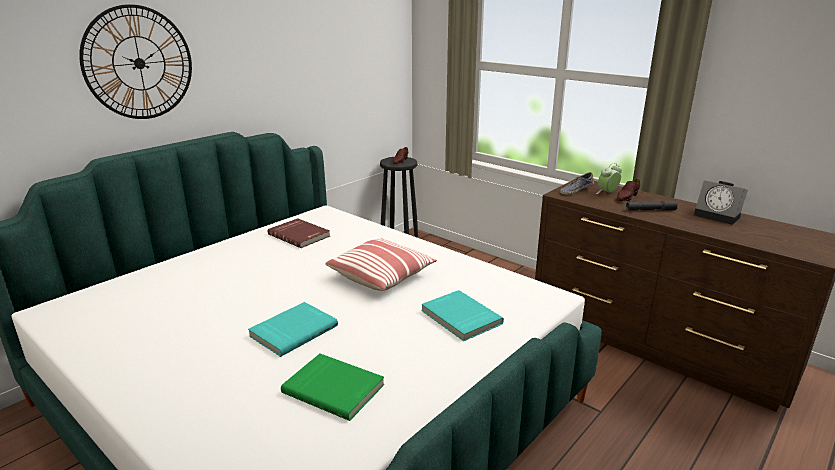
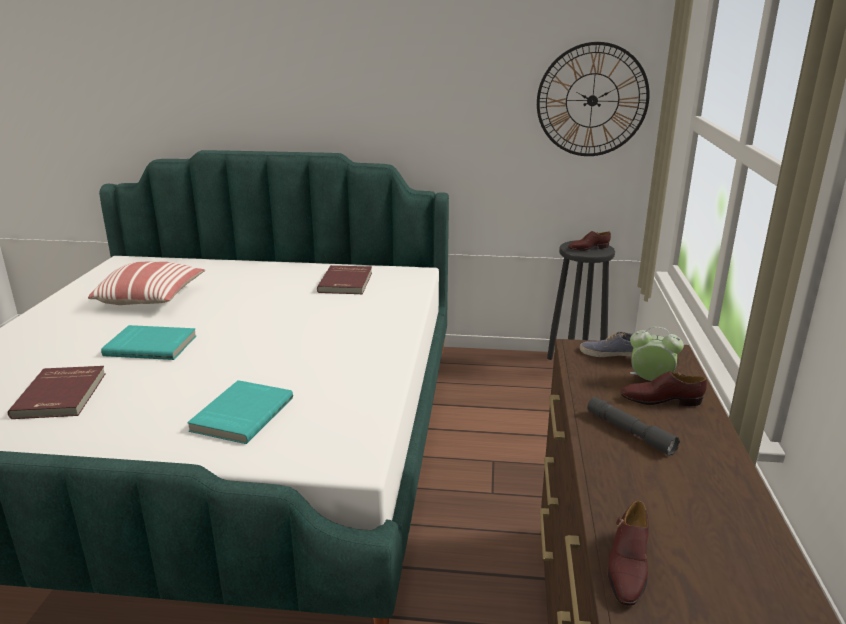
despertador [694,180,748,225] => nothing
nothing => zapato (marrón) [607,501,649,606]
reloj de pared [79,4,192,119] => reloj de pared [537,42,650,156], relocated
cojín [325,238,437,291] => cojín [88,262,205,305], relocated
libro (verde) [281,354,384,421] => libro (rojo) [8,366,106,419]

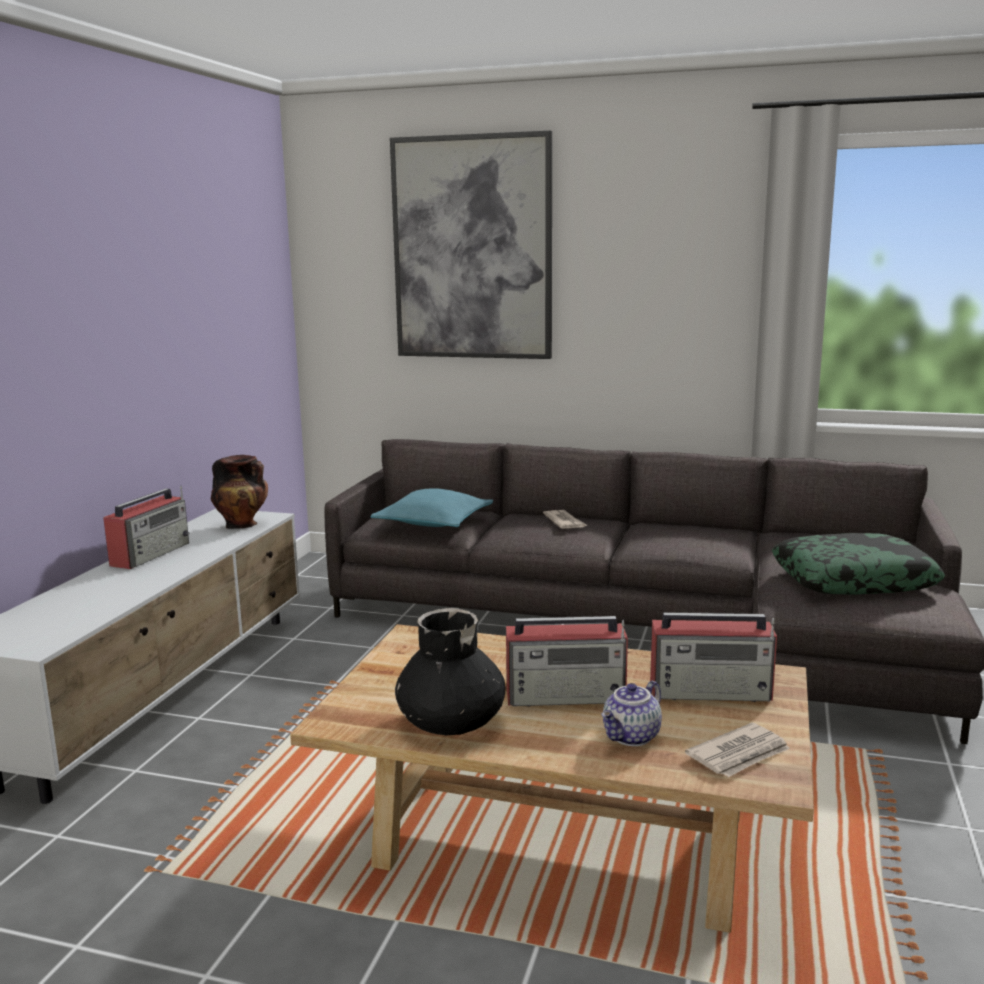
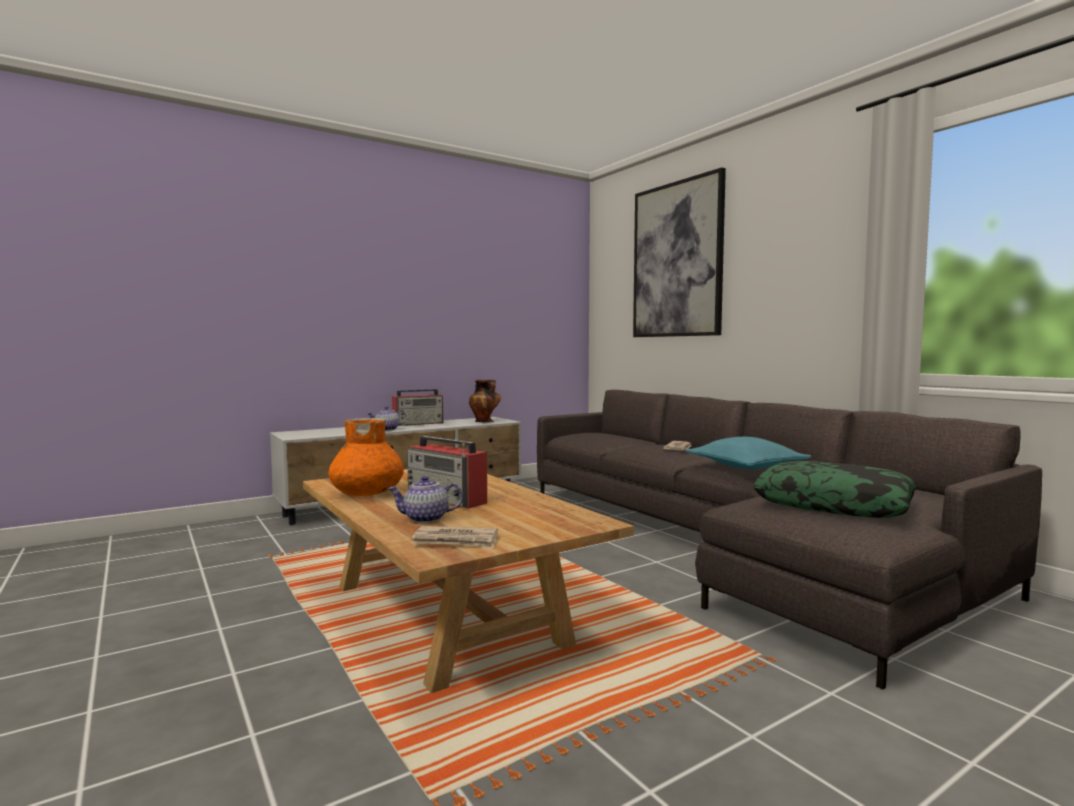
radio [650,612,777,702] => nothing
nothing => tetera [367,406,406,431]
cojín (turquesa) [370,488,493,527] => cojín (turquesa) [686,437,811,469], relocated
florero (negro) [395,608,505,735] => florero (naranja) [328,418,404,496]

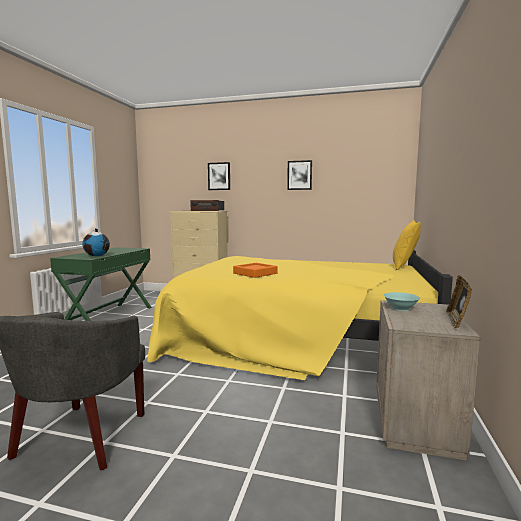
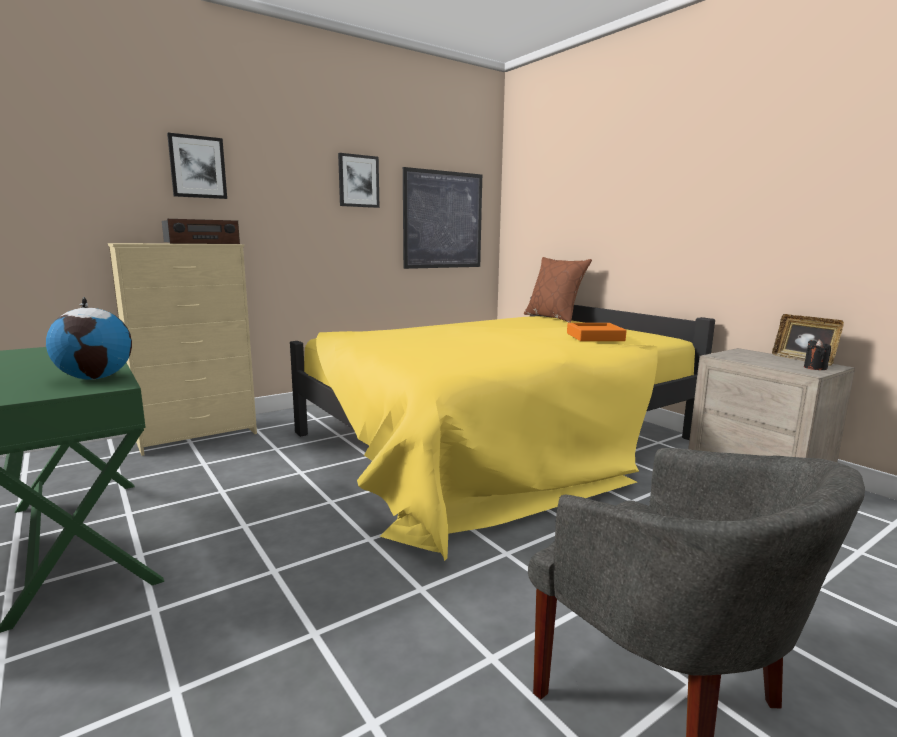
cuenco (turquesa) [384,292,420,311] => nothing
nothing => cuadro [403,167,482,269]
nothing => vela (negro) [804,340,831,370]
bandeja (naranja) [233,263,278,278] => bandeja (naranja) [567,323,626,341], relocated
cojín (amarillo) [393,220,421,270] => cojín (marrón) [524,257,592,323]

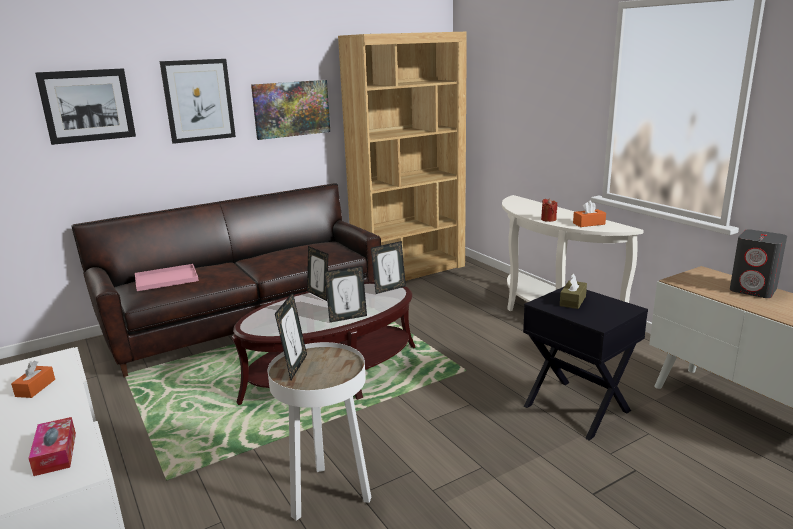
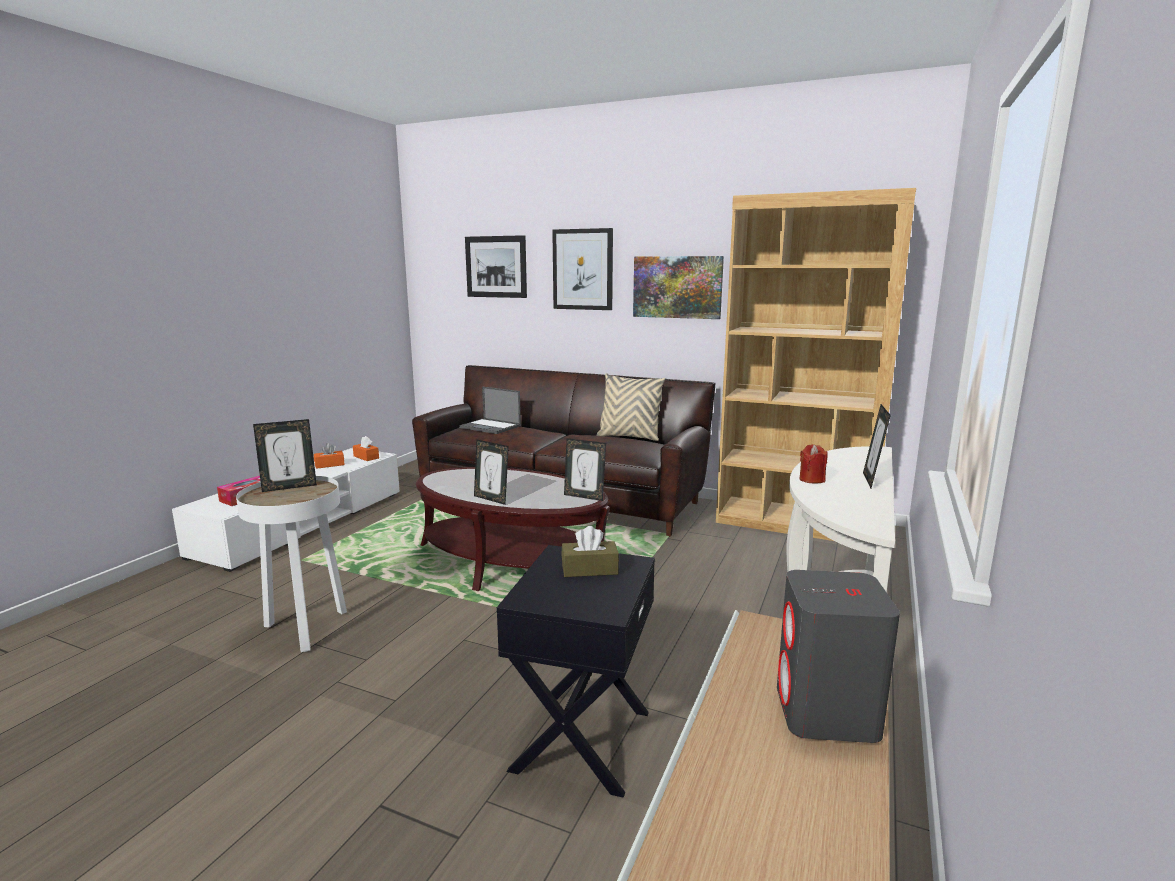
nothing => cojín (beis) [597,373,665,441]
portarretratos [307,246,328,301] => portarretratos [863,404,891,488], relocated
caja de pañuelos (naranja) [573,201,606,227] => caja de pañuelos (naranja) [353,436,379,461], relocated
bandeja (rosa) [135,264,199,291] => portátil [459,387,521,434]

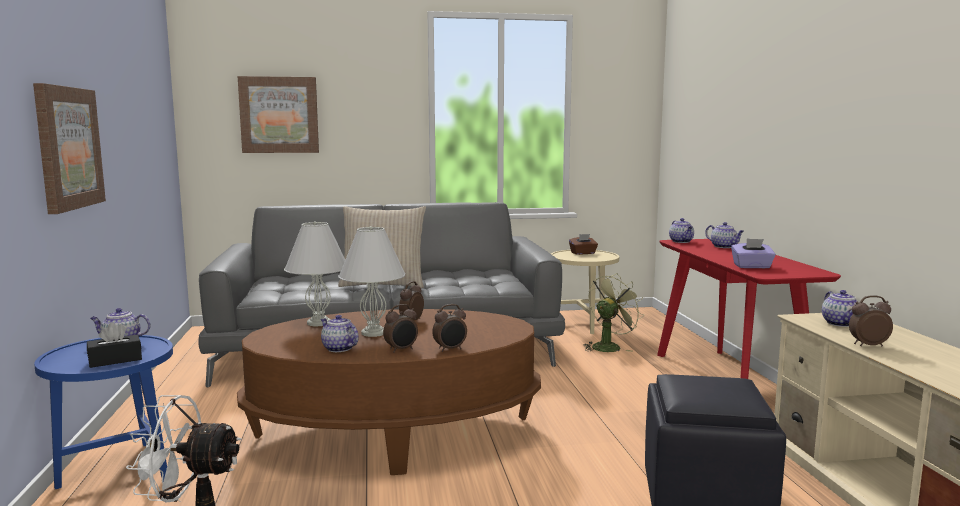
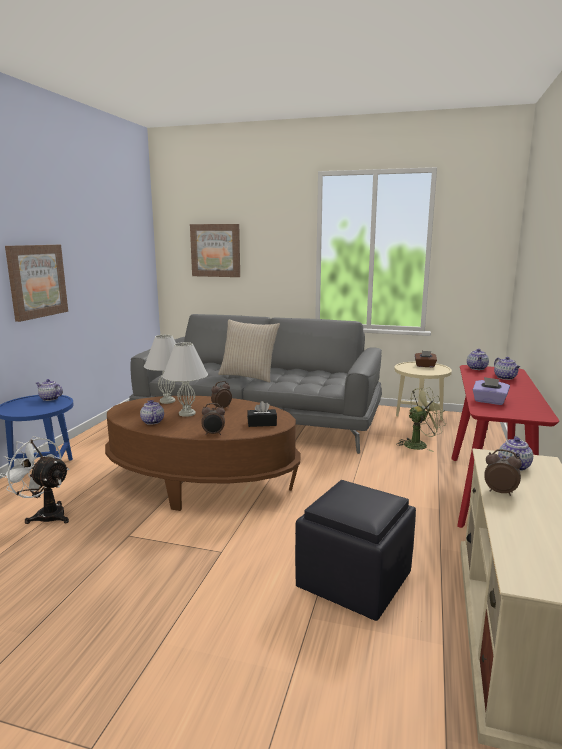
despertador [383,304,418,353] => nothing
caja de pañuelos (negro) [87,322,142,368] => caja de pañuelos (negro) [247,401,277,427], relocated

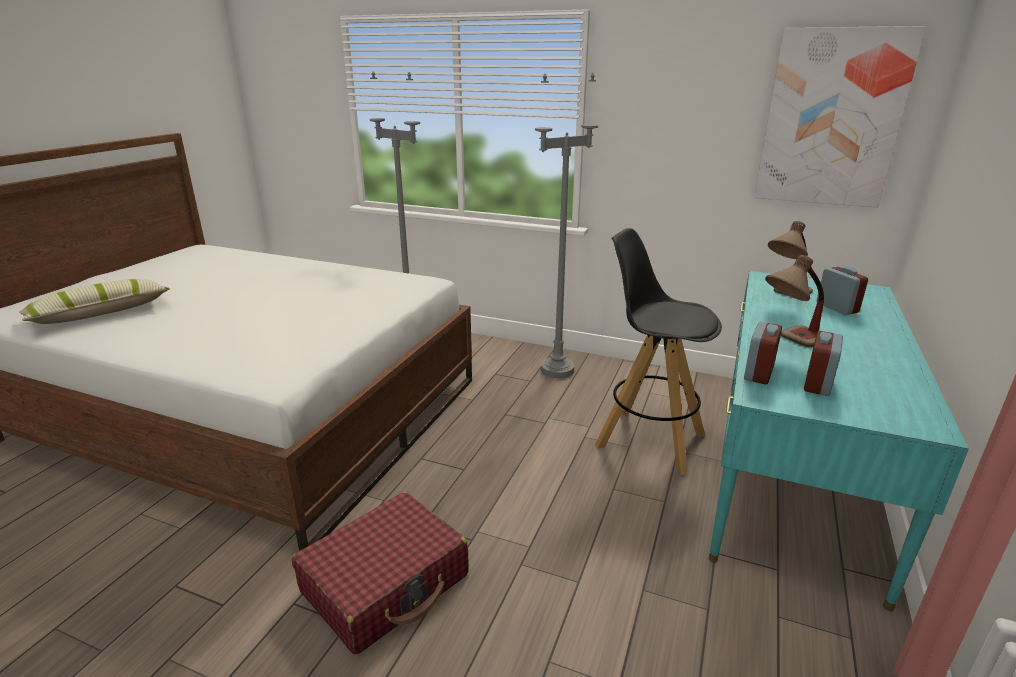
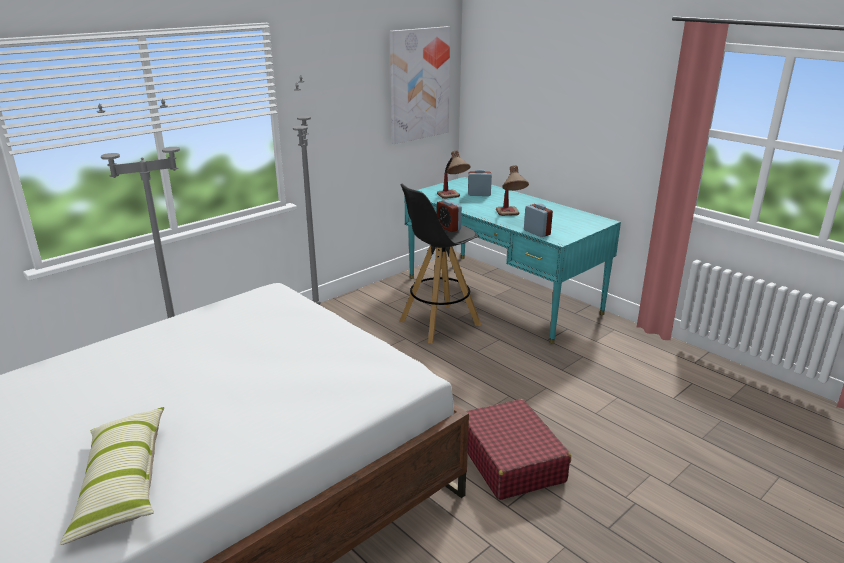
despertador [804,331,843,396] => despertador [437,200,462,232], relocated

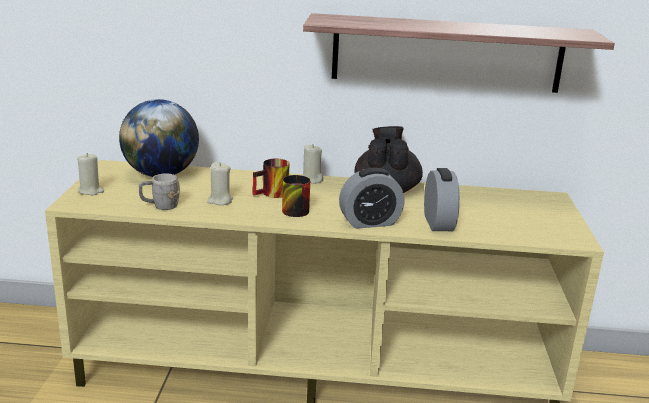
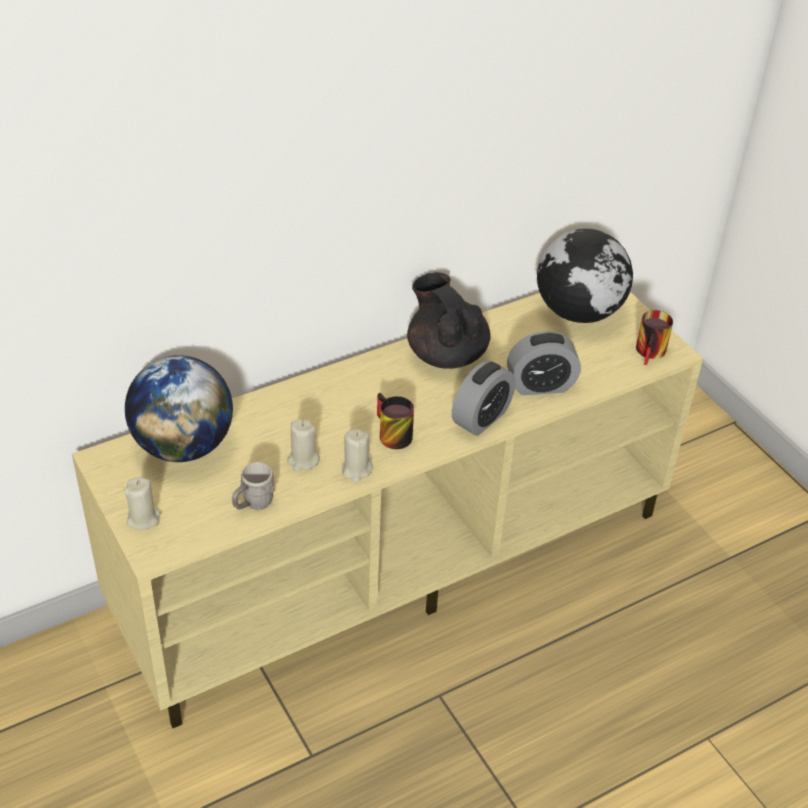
estante [303,13,615,93] => nothing
nothing => globo terráqueo [537,229,633,323]
taza grande [253,159,289,198] => taza grande [636,310,673,365], relocated
vela (beis) [302,144,323,184] => vela (beis) [342,429,373,482], relocated
despertador [424,168,460,231] => despertador [507,331,581,395], 120 degrees clockwise

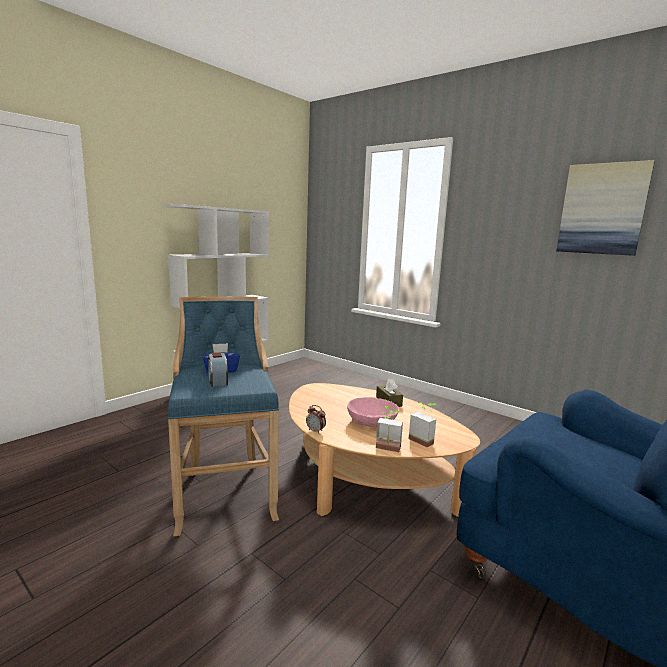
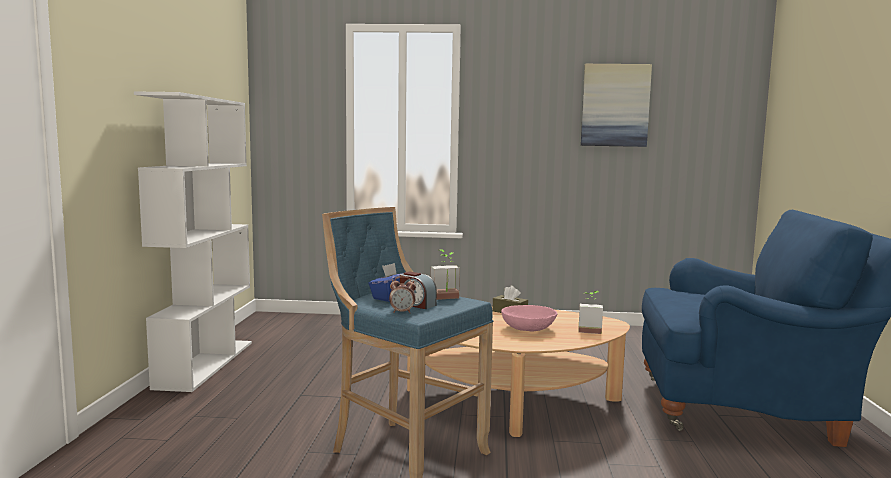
despertador [306,405,326,433] => despertador [389,276,416,313], relocated
planta en maceta [376,406,403,452] => planta en maceta [431,249,460,300], relocated

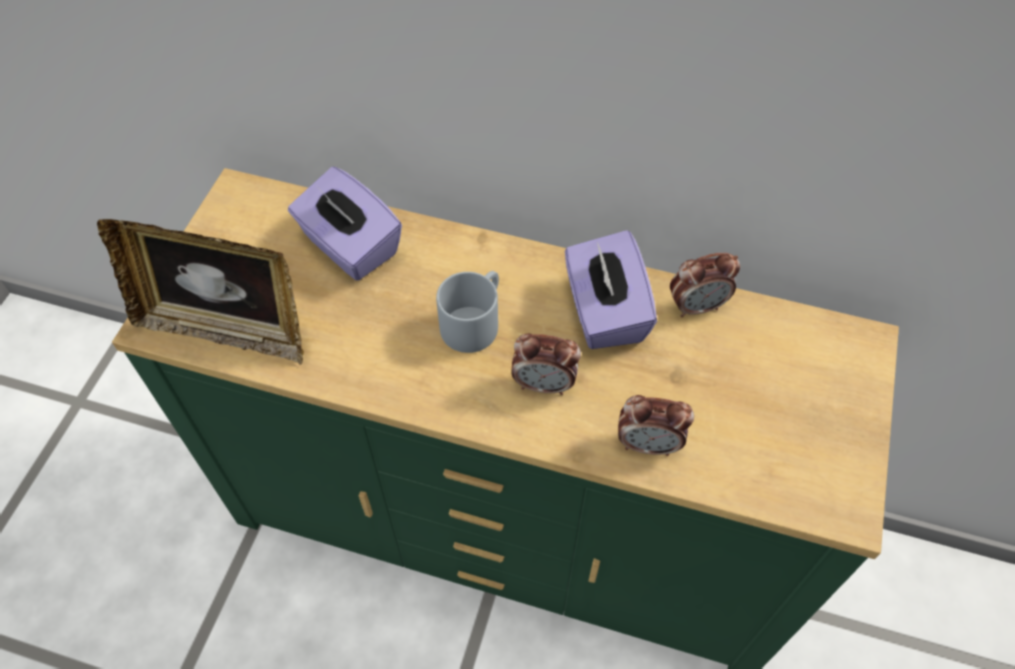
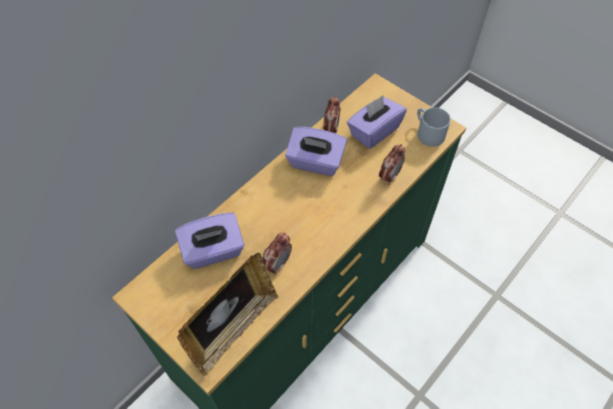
nothing => caja de pañuelos (morado) [347,95,407,149]
taza grande (gris) [436,271,499,353] => taza grande (gris) [417,107,451,147], relocated
despertador [512,333,581,395] => despertador [262,232,292,275], relocated

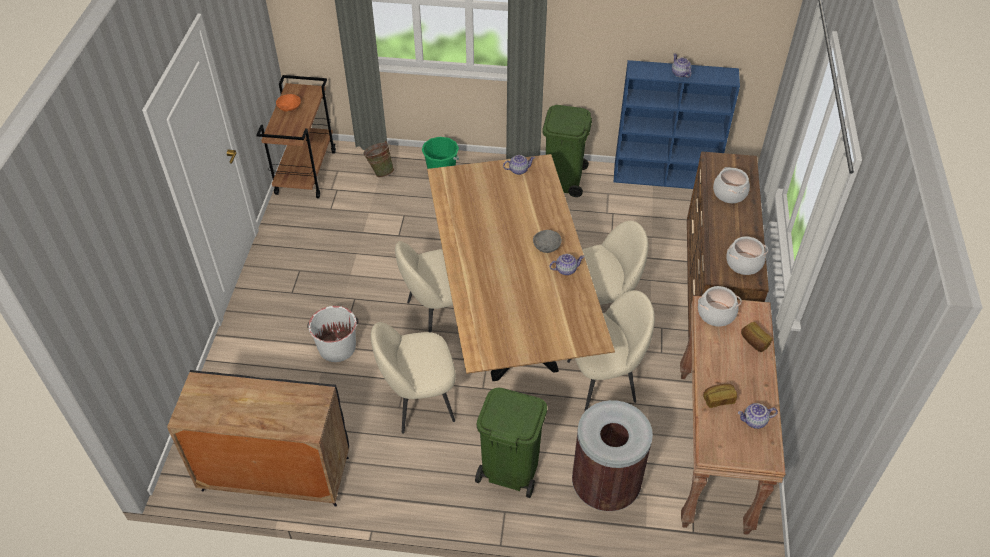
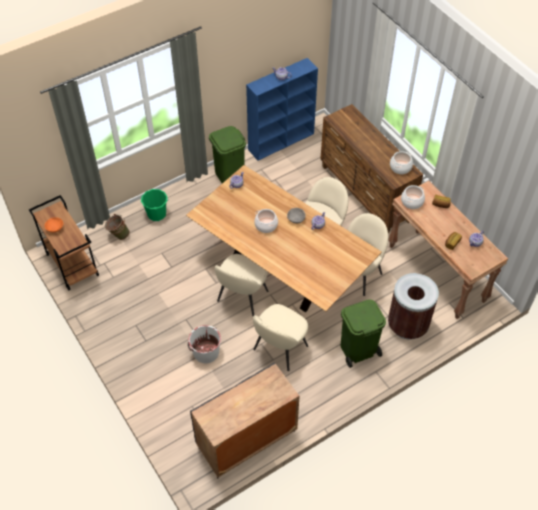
olla [713,167,750,203] => olla [254,209,278,233], relocated

